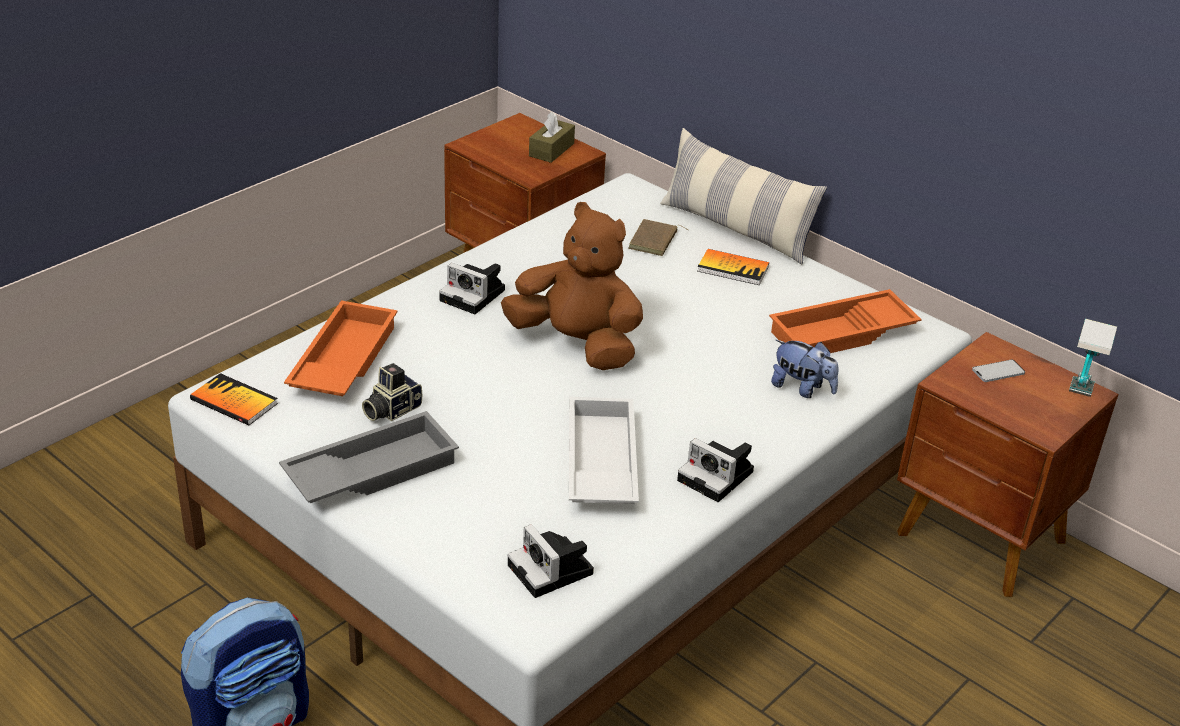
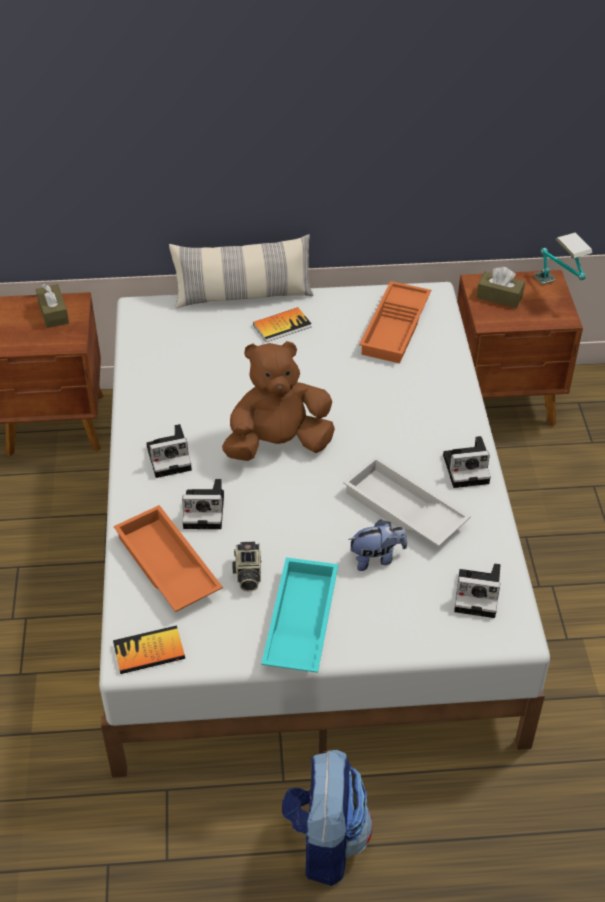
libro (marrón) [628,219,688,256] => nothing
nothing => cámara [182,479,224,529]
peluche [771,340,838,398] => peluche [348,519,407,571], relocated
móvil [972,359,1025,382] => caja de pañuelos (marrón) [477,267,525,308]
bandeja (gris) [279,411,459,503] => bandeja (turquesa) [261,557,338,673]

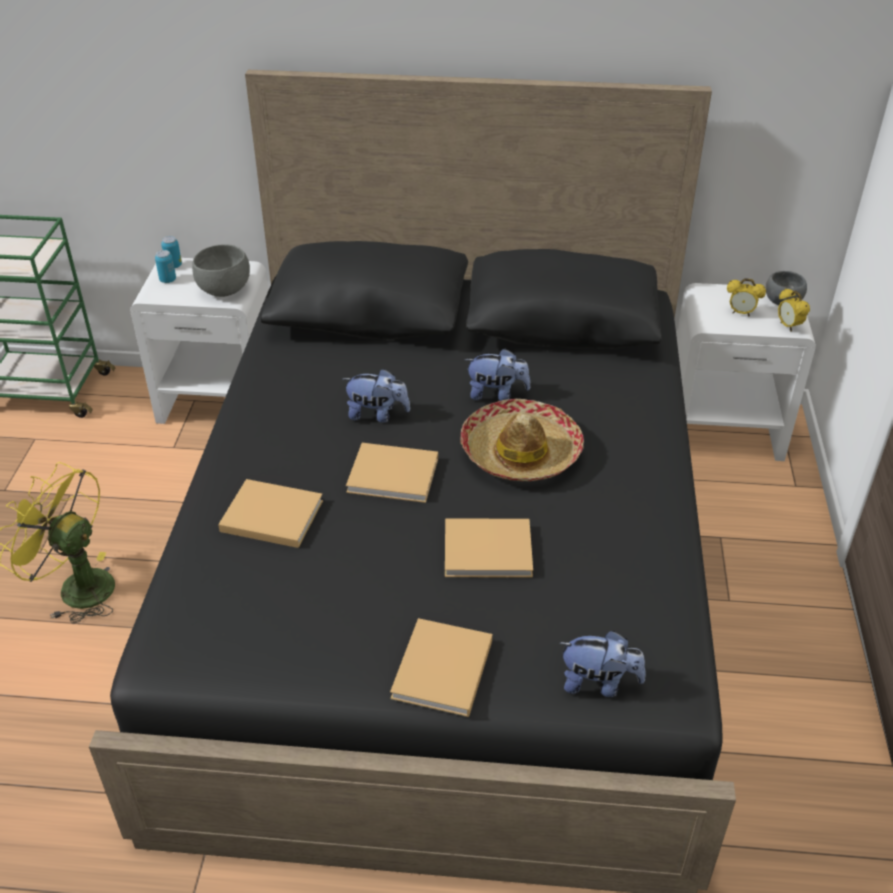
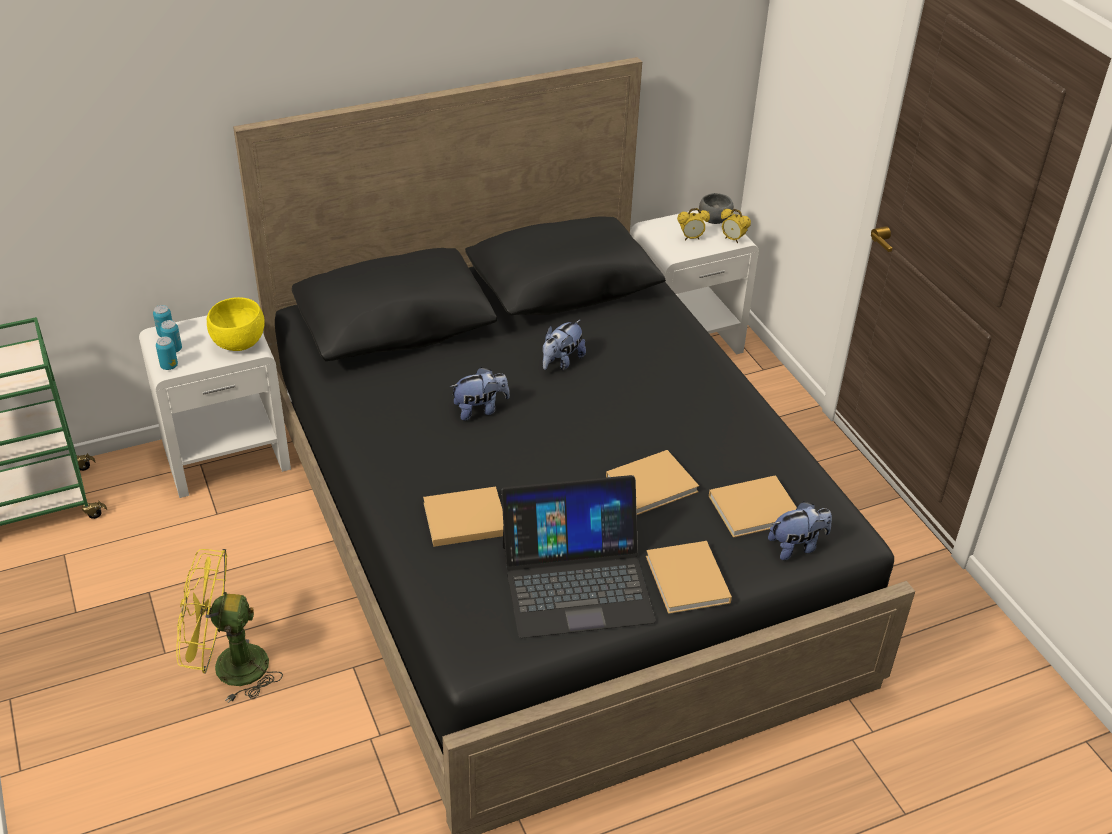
sombrero [461,399,584,481] => nothing
nothing => lata [156,337,178,370]
nothing => portátil [501,475,656,638]
libro (beis) [346,443,438,503] => libro (beis) [709,475,797,538], relocated
cuenco (gris) [192,244,250,297] => cuenco (amarillo) [207,297,265,351]
peluche [464,349,530,401] => peluche [543,320,586,370], 150 degrees clockwise

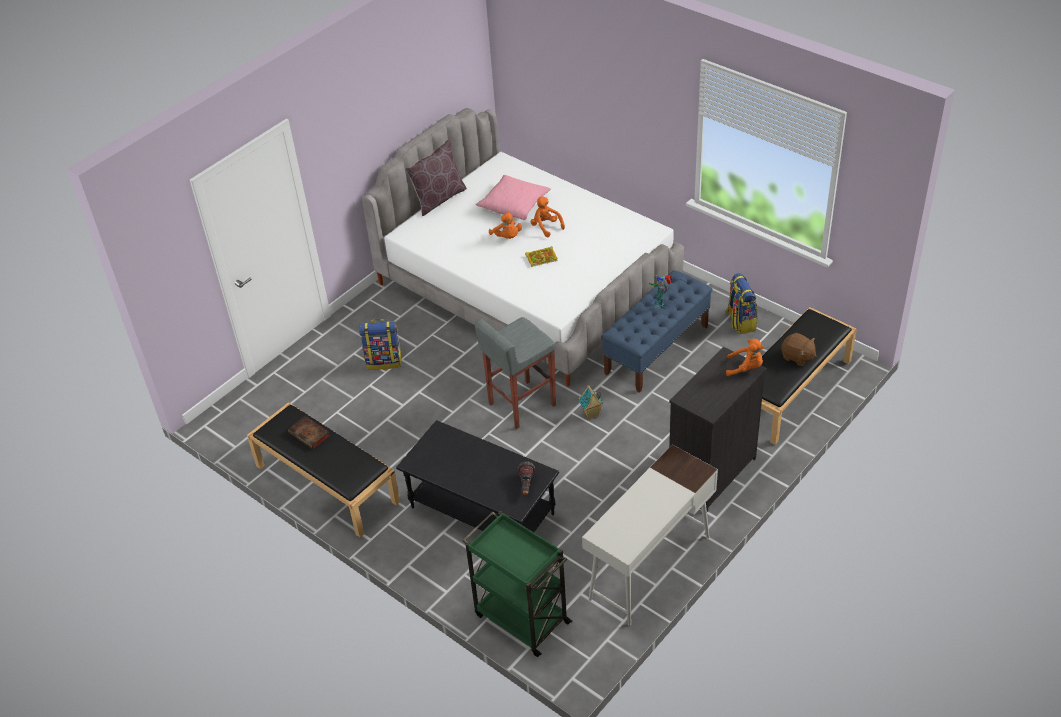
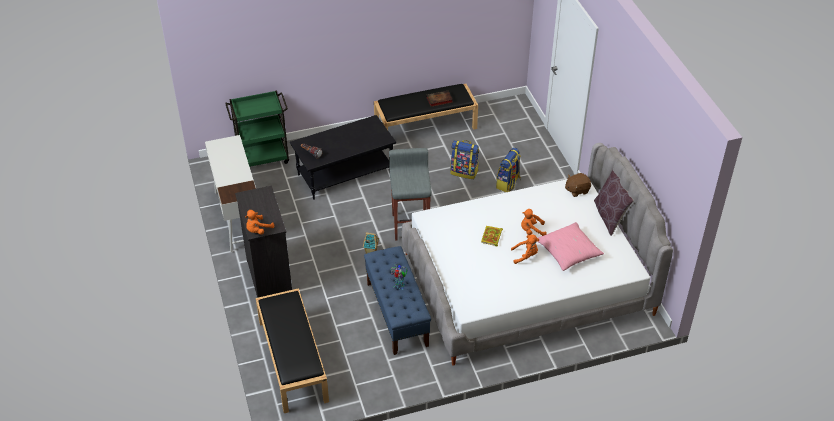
mochila [725,273,757,334] => mochila [450,140,479,179], relocated
peluche (marrón) [781,333,816,366] => peluche (marrón) [565,173,591,197], relocated

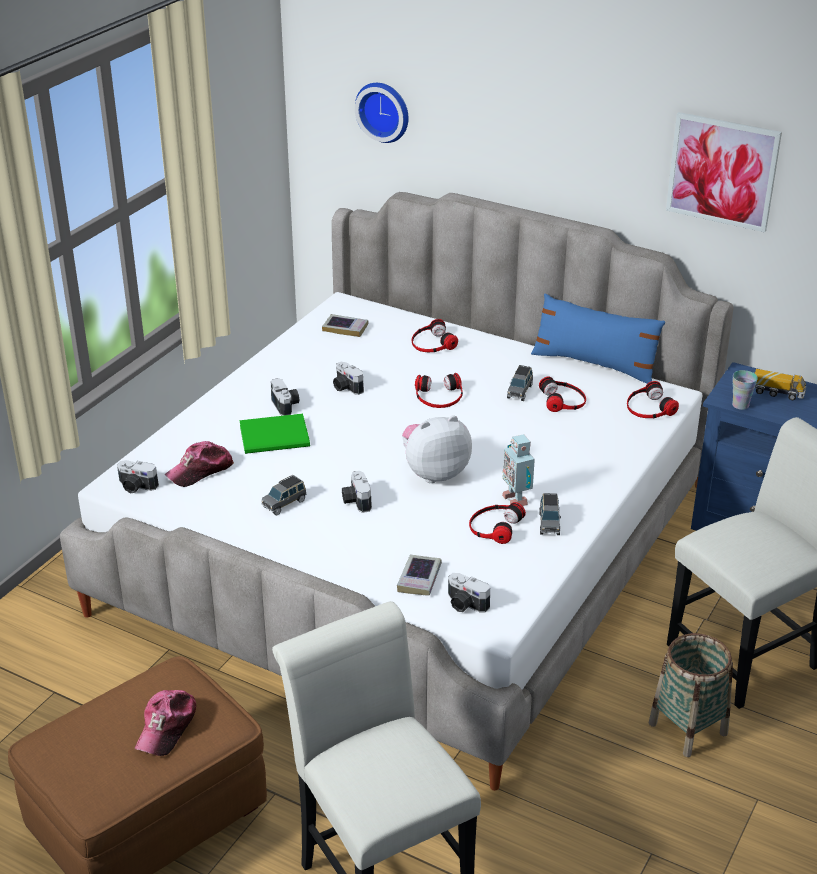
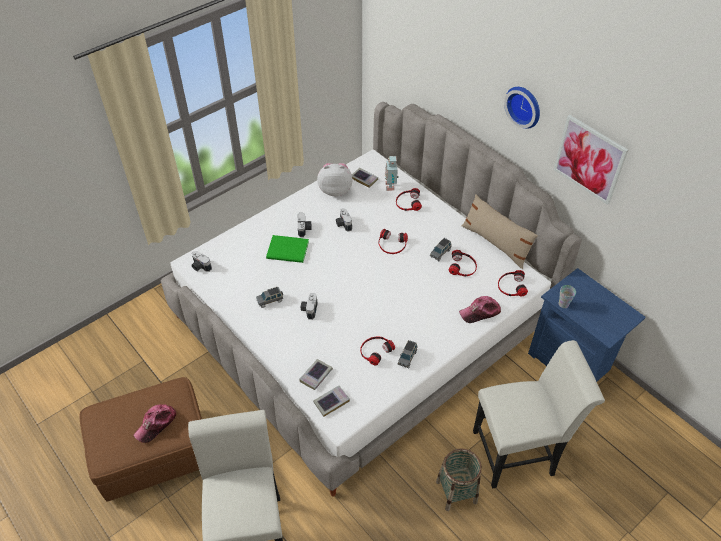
camión de juguete [755,369,806,400] => nothing
gorra [164,441,234,487] => gorra [459,296,501,323], relocated
reloj de pared [355,83,409,143] => reloj de pared [504,87,540,129], relocated
peluche [402,415,472,483] => peluche [317,163,353,196], relocated
robot de juguete [502,434,535,506] => robot de juguete [385,156,399,191], relocated
cámara [448,573,490,613] => libro [313,386,350,417]
cojín (azul) [531,293,665,384] => cojín (beis) [462,194,538,269]

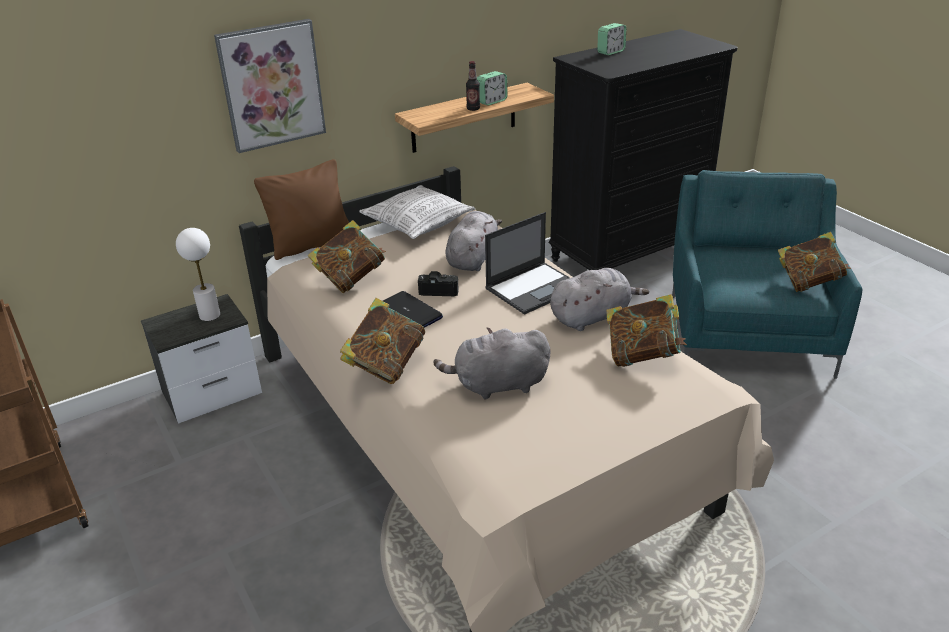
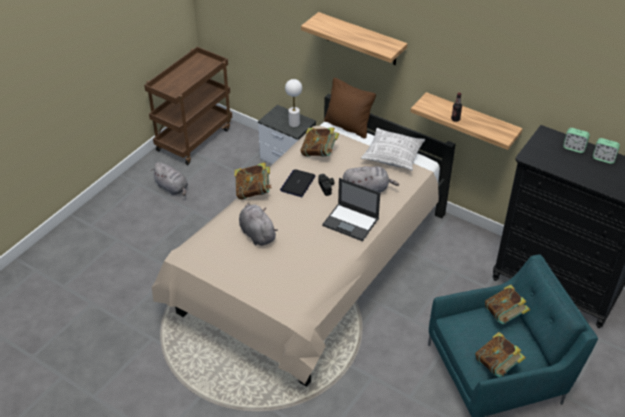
despertador [477,71,508,106] => despertador [592,138,620,164], relocated
peluche (gris) [550,268,649,331] => peluche (gris) [151,162,188,196], relocated
libro [606,294,687,367] => libro [485,284,530,324], relocated
cuadro [214,19,326,153] => estante [301,12,407,65]

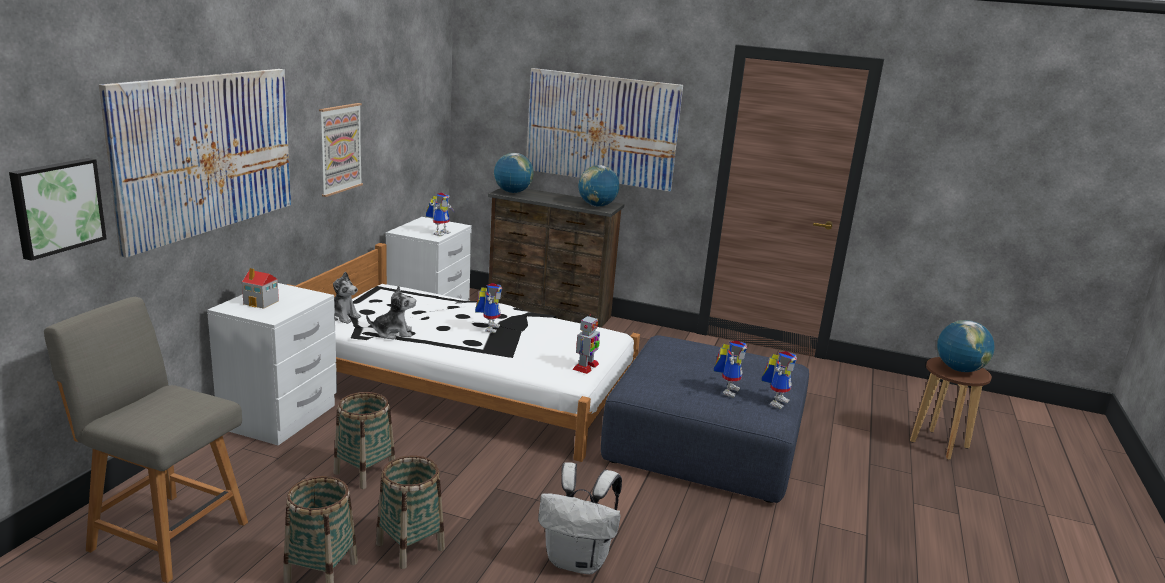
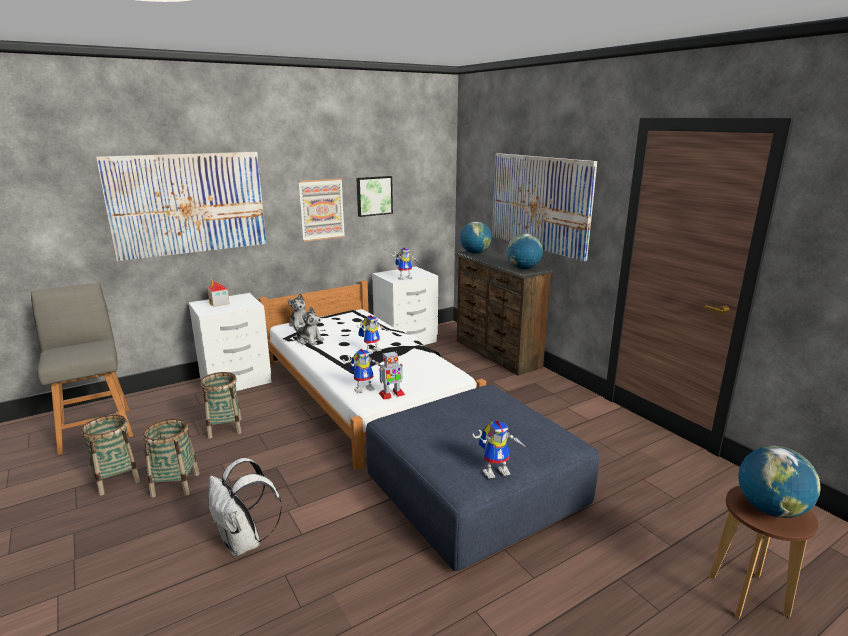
cuadro [9,158,107,261] => cuadro [356,176,393,217], relocated
robot de juguete [714,340,747,398] => robot de juguete [343,349,381,394], relocated

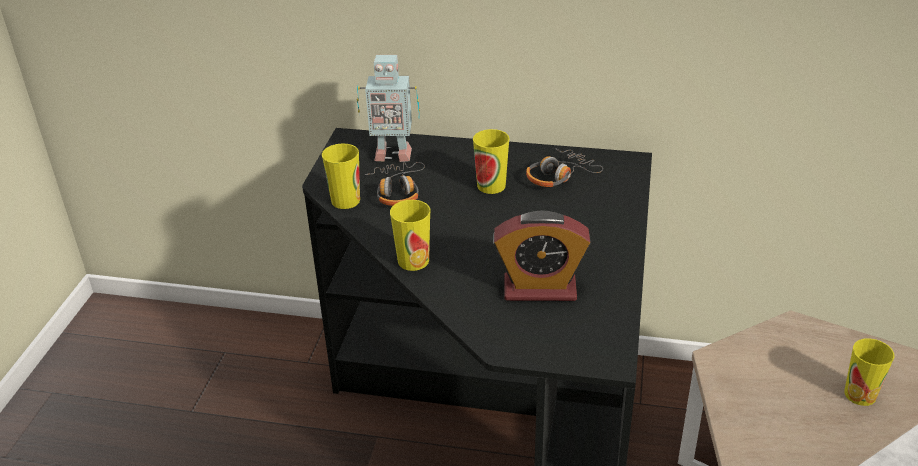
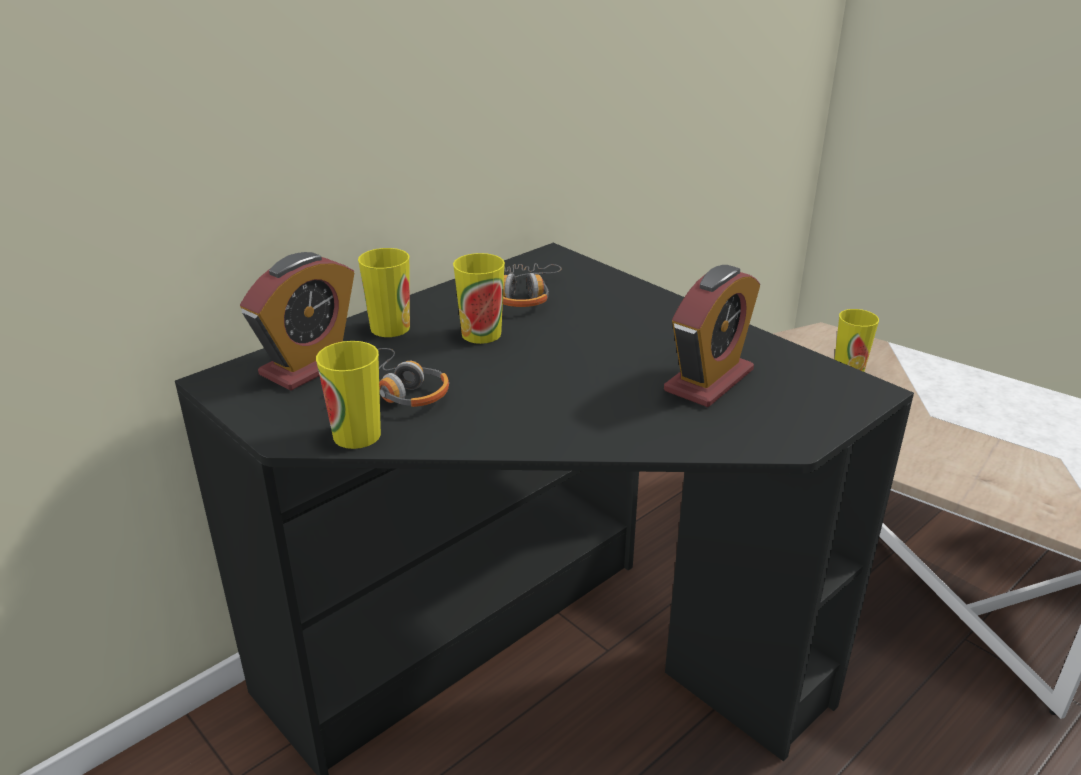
taza [390,200,430,271] => taza [358,248,410,337], relocated
robot de juguete [357,55,420,162] => despertador [240,252,354,390]

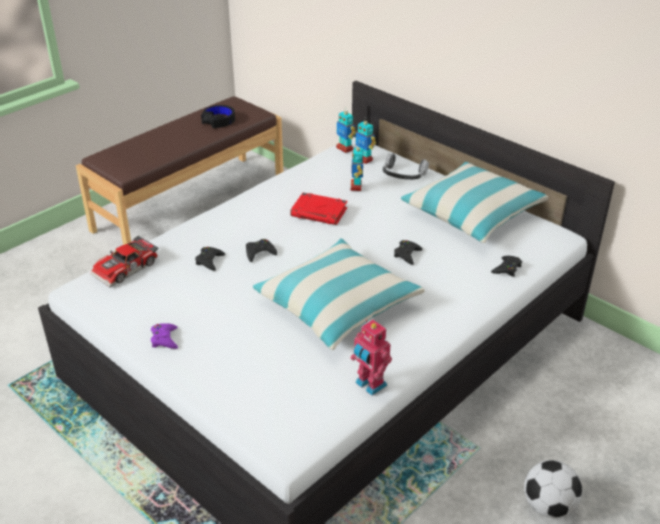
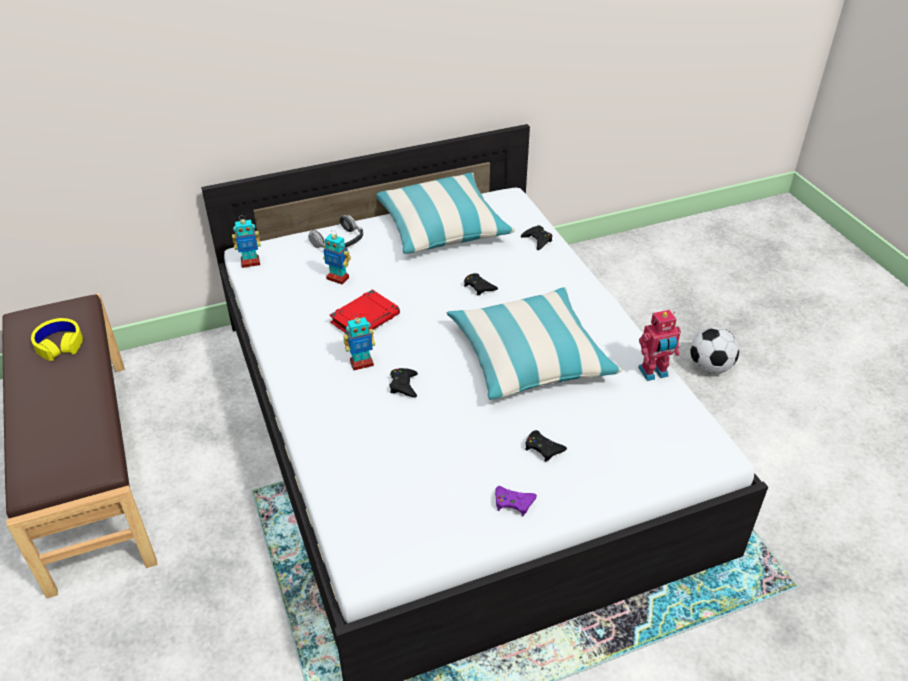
coche de juguete [90,235,159,287] => nothing
mando de consola (negro) [195,247,225,271] => mando de consola (negro) [525,430,567,462], relocated
robot de juguete [355,117,376,164] => robot de juguete [343,314,375,370], relocated
auriculares (negro) [201,105,235,128] => auriculares (amarillo) [31,318,83,361]

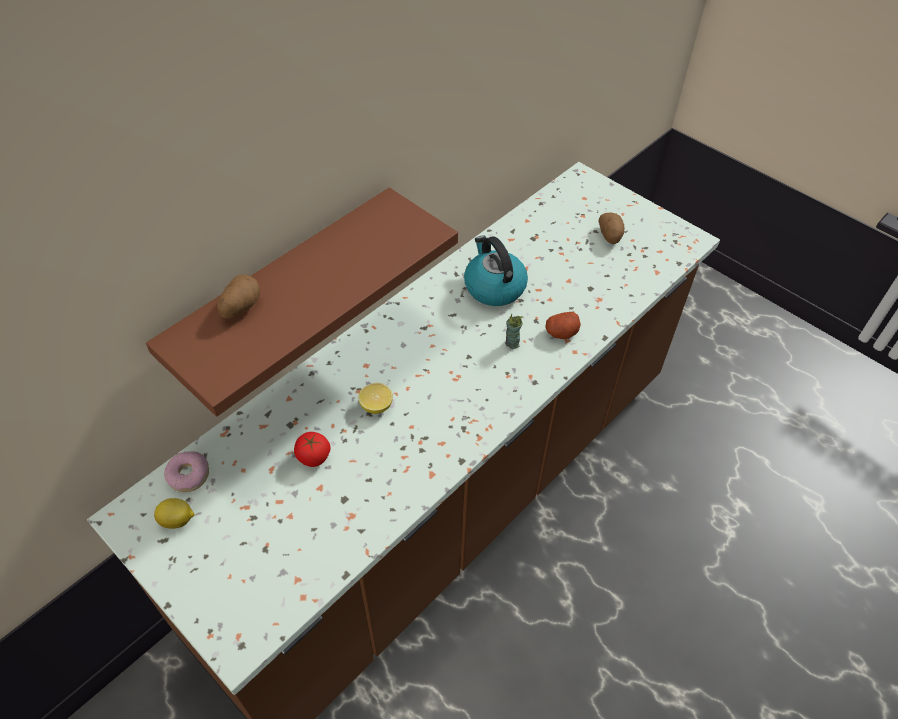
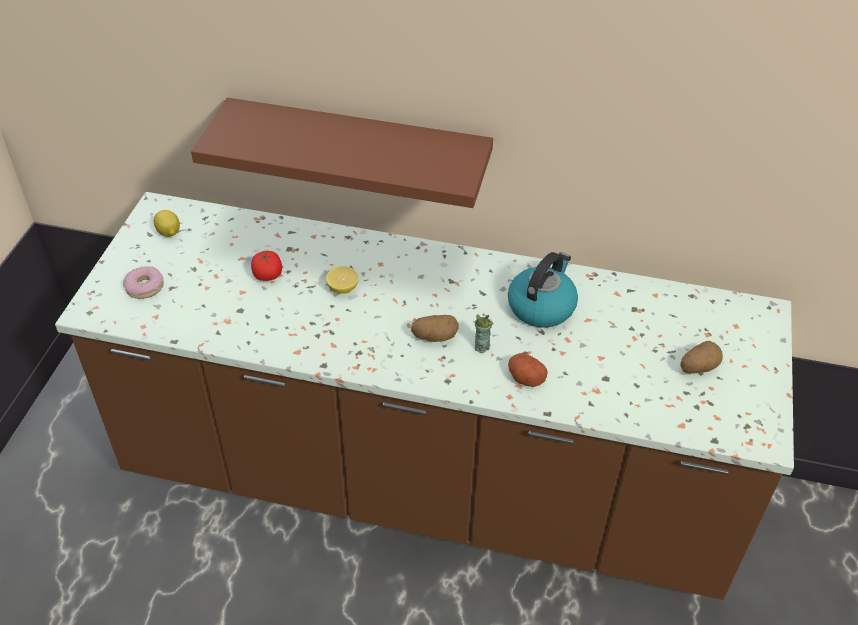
rosquilla [164,452,209,492] => rosquilla [123,266,164,299], relocated
patata [217,275,260,319] => patata [411,315,459,342], relocated

